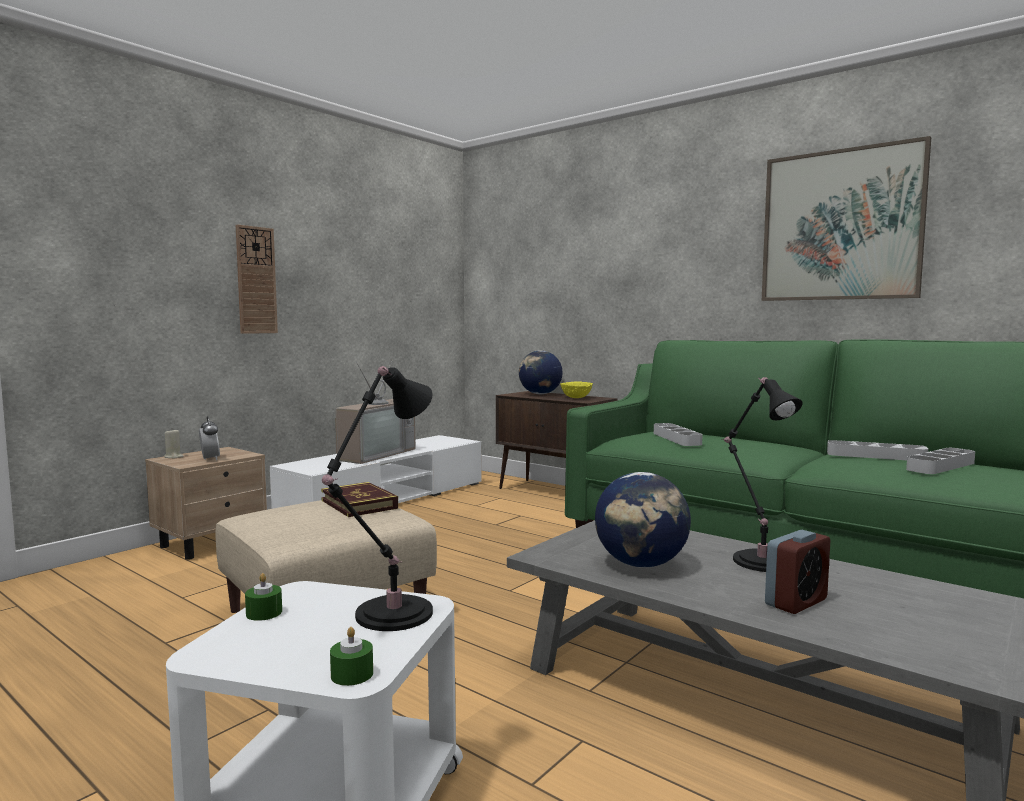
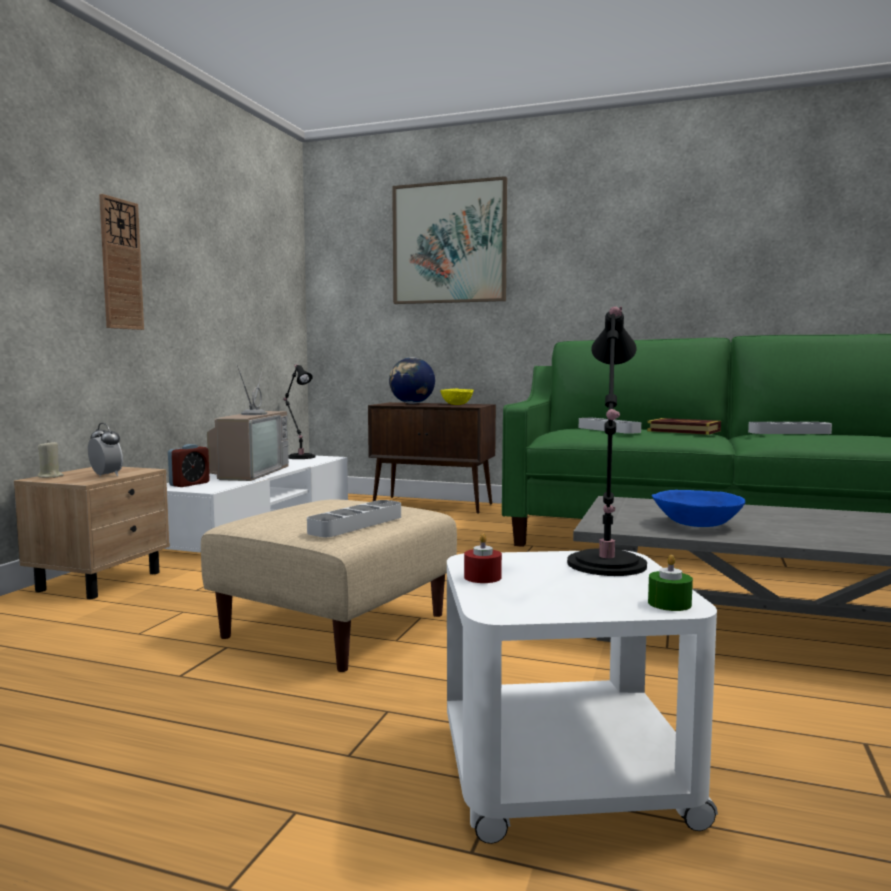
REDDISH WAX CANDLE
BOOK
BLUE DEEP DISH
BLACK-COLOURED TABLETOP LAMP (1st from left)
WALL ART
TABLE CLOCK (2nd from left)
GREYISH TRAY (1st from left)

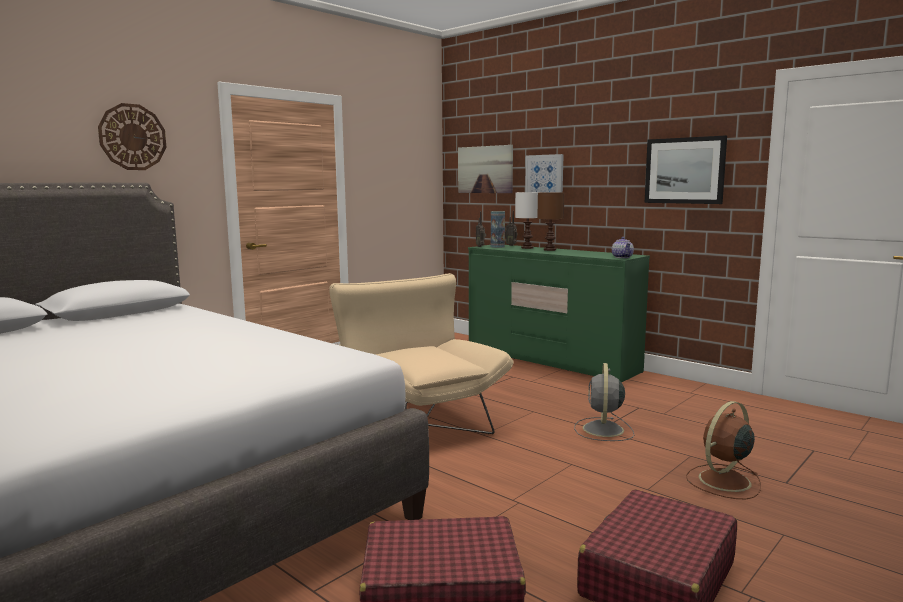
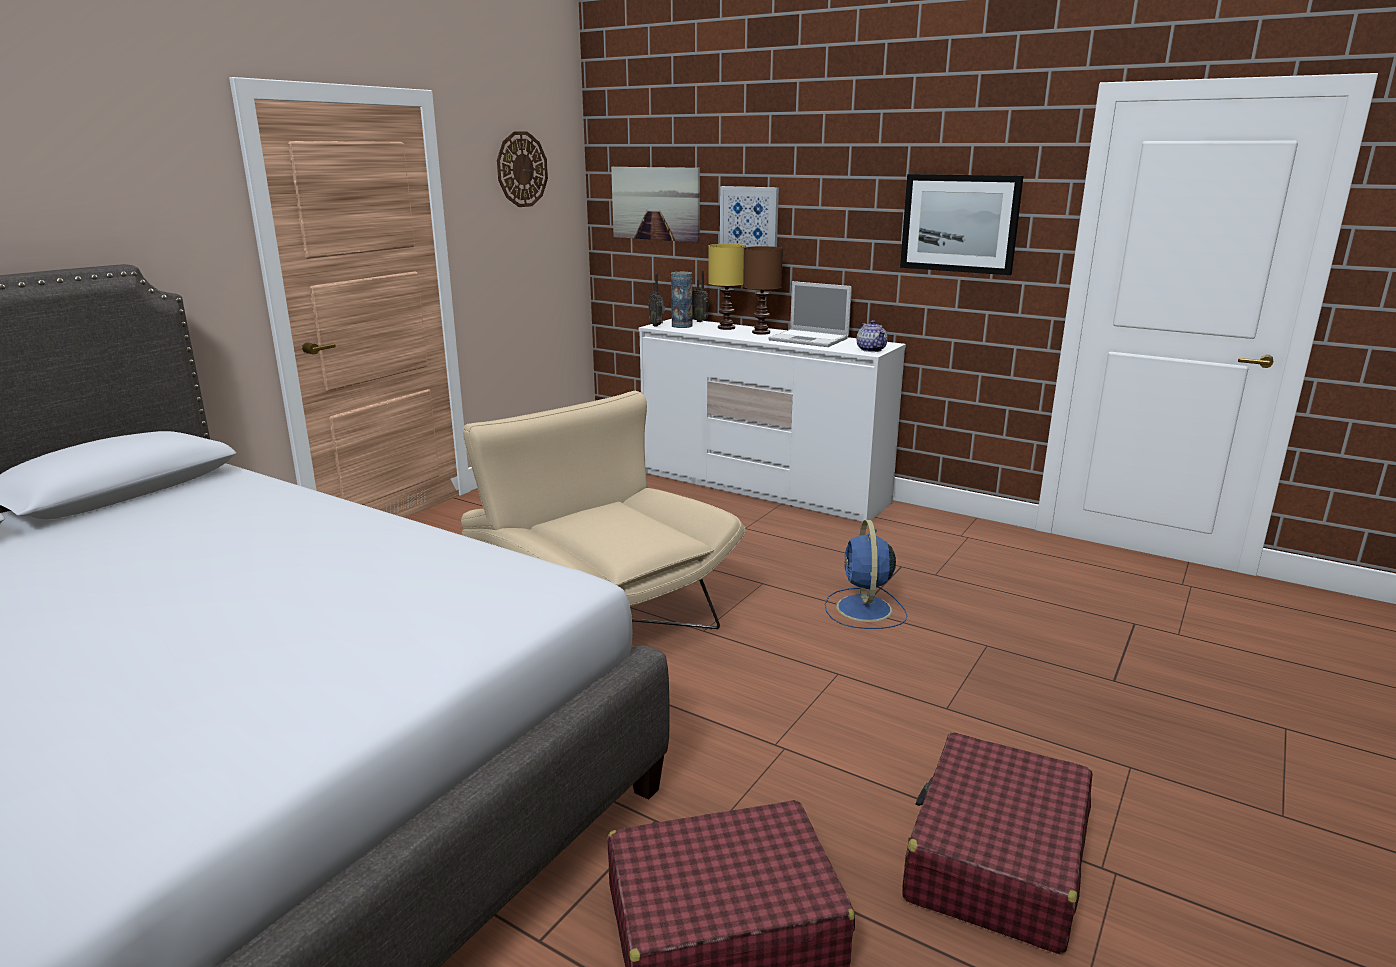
HANGING CLOCK
WHITISH DRAWER CHEST
YELLOW TABLETOP LAMP
BLUE COOLING FAN
BROWNISH COOLING FAN
NOTEBOOK COMPUTER

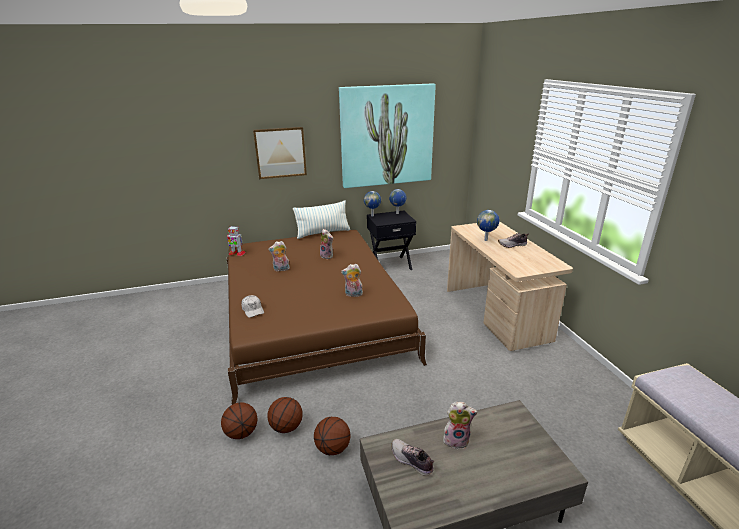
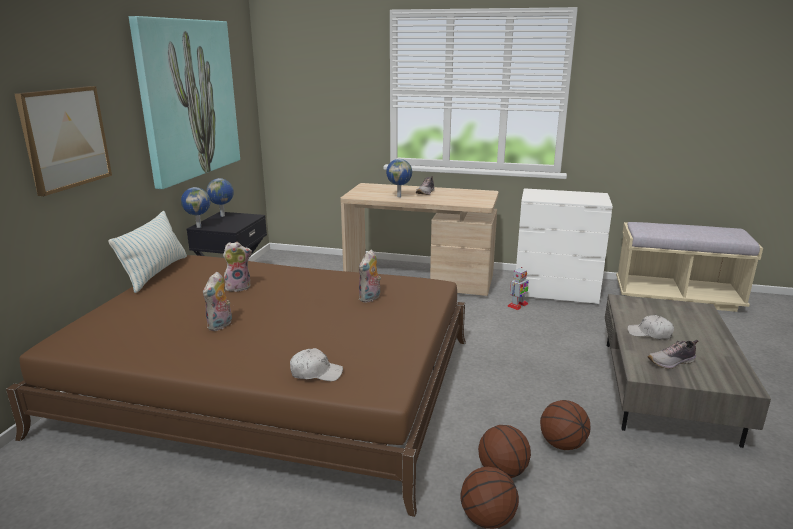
TOY ROBOT
WHITISH PEAKED CAP (2nd from left)
WHITISH DRAWER CHEST

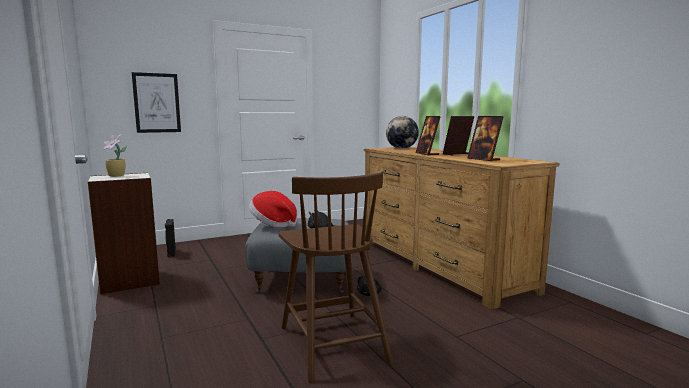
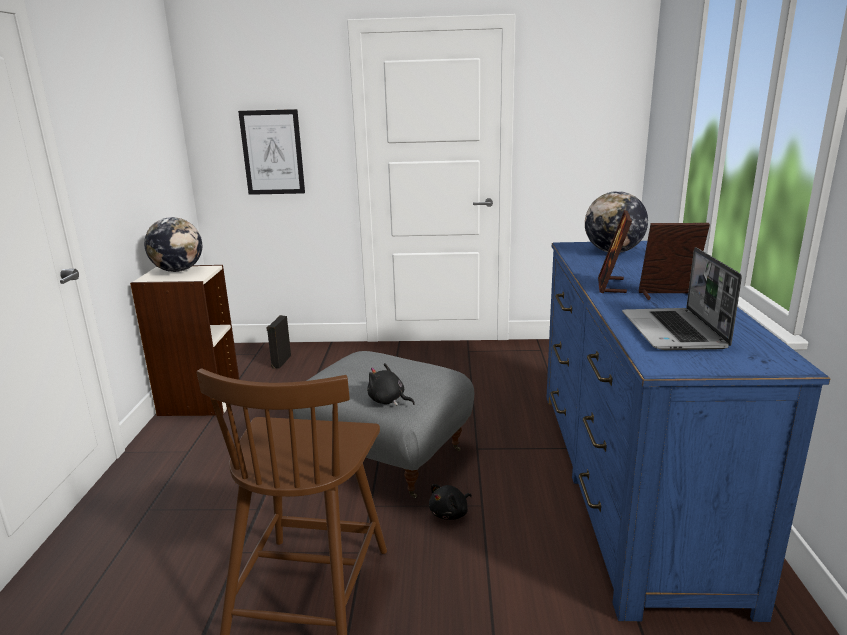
WORLD GLOBE (1st from left)
HAT
BLUE DRAWER CHEST
NOTEBOOK COMPUTER

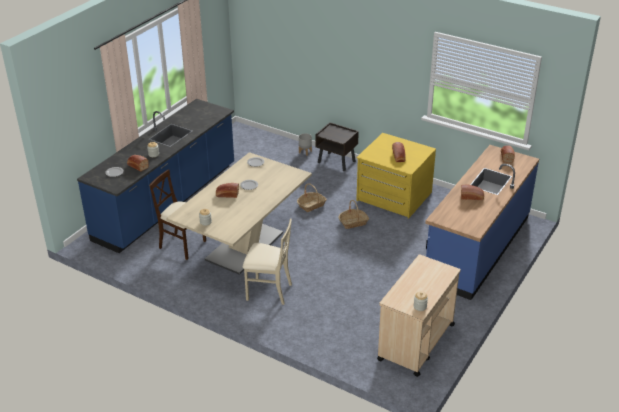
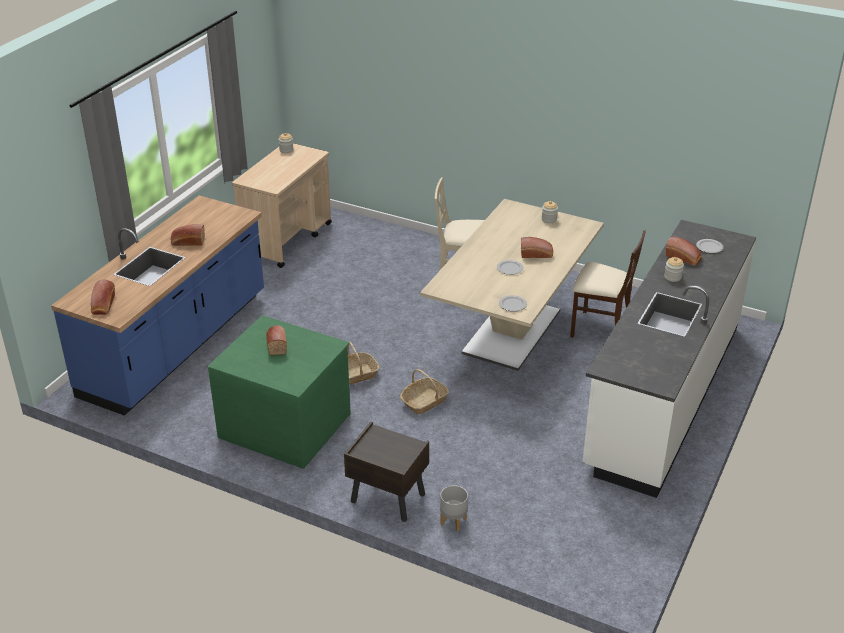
WHITISH KITCHEN COUNTER
GREEN-COLOURED DRAWER CHEST

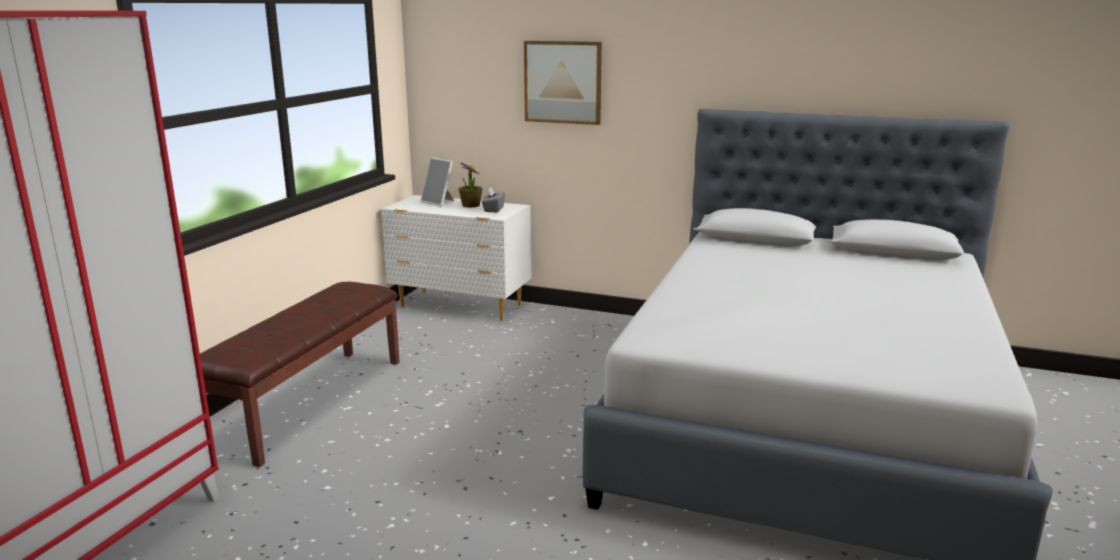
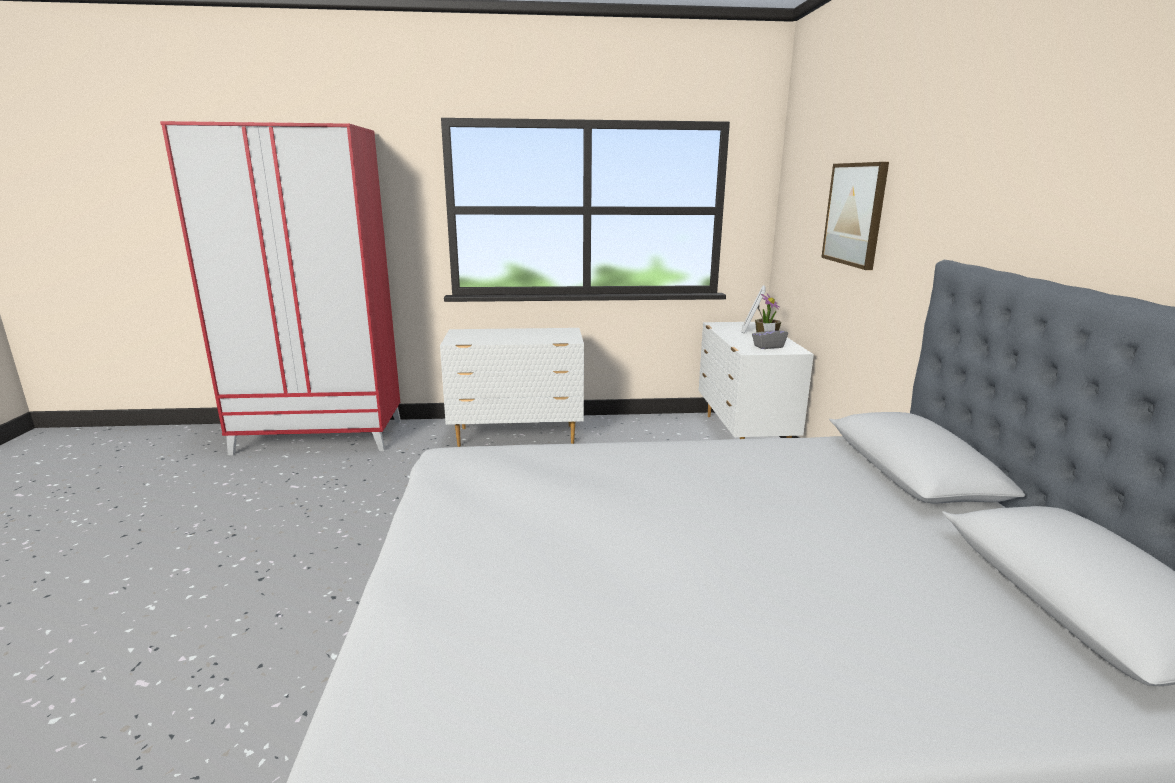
WHITISH DRAWER CHEST (1st from left)

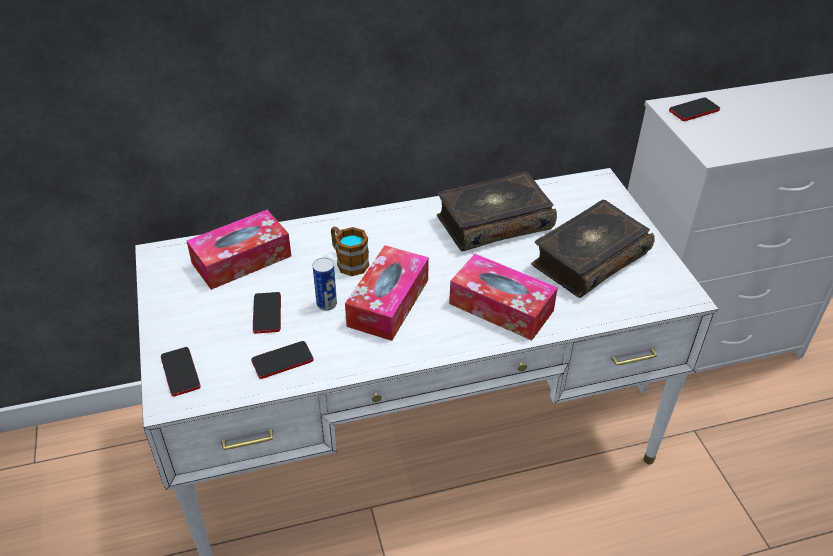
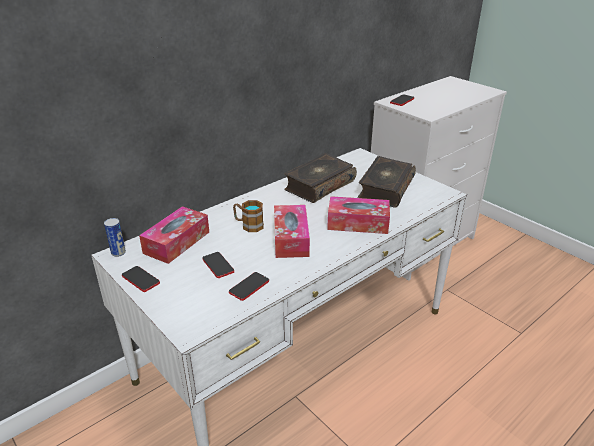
PHONE (1st from left)
CAN

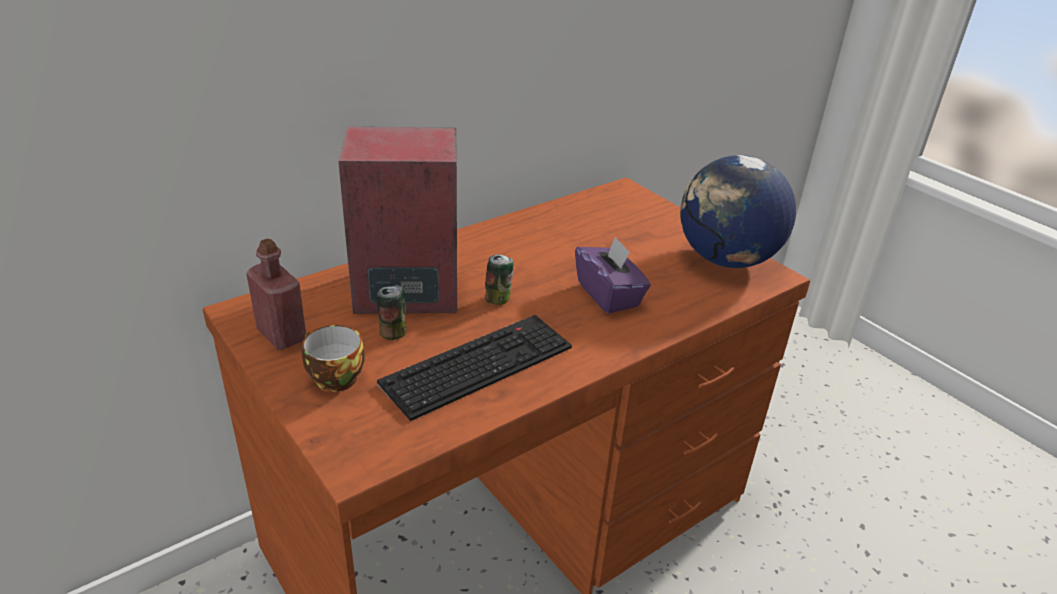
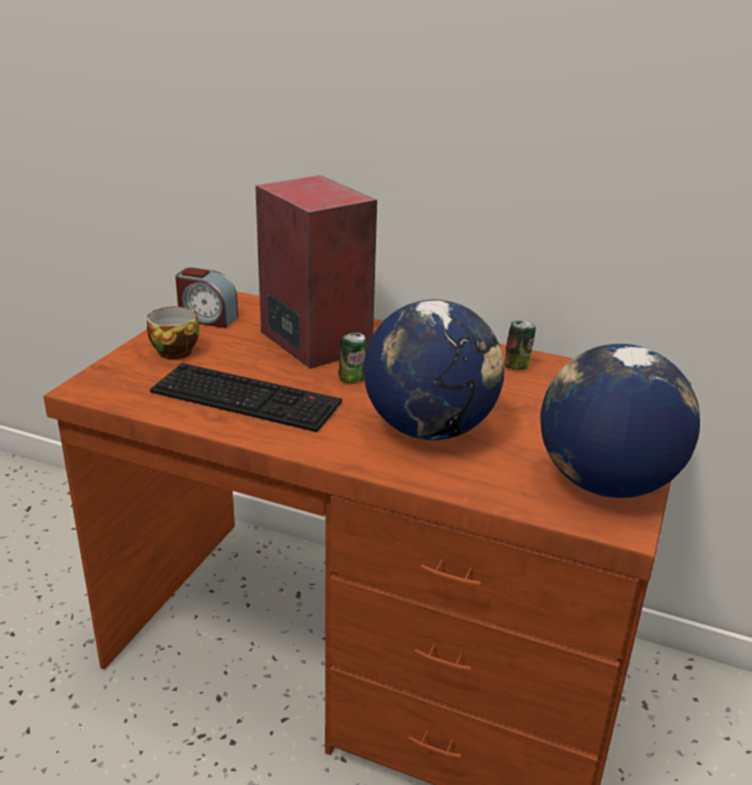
TABLE CLOCK
CAN (2nd from left)
WORLD GLOBE (1st from left)

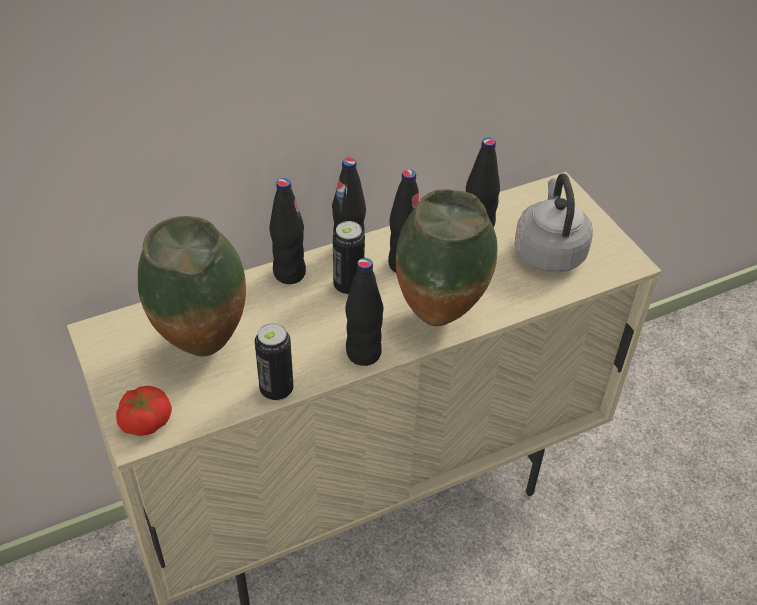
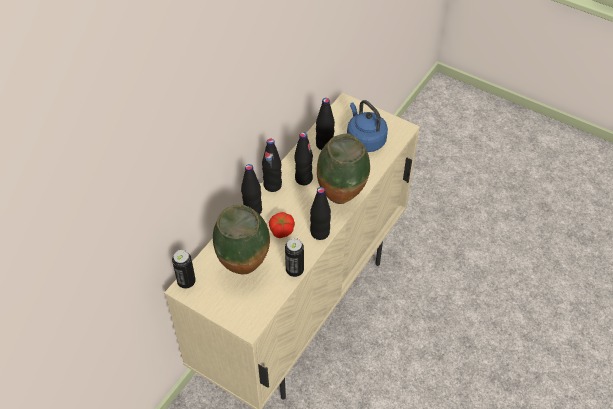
TOMATO
CAN (1st from left)
BLUE WATER KETTLE

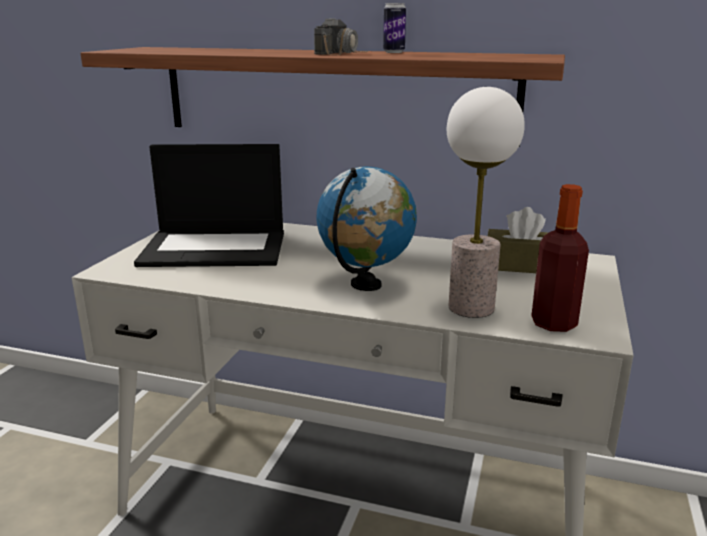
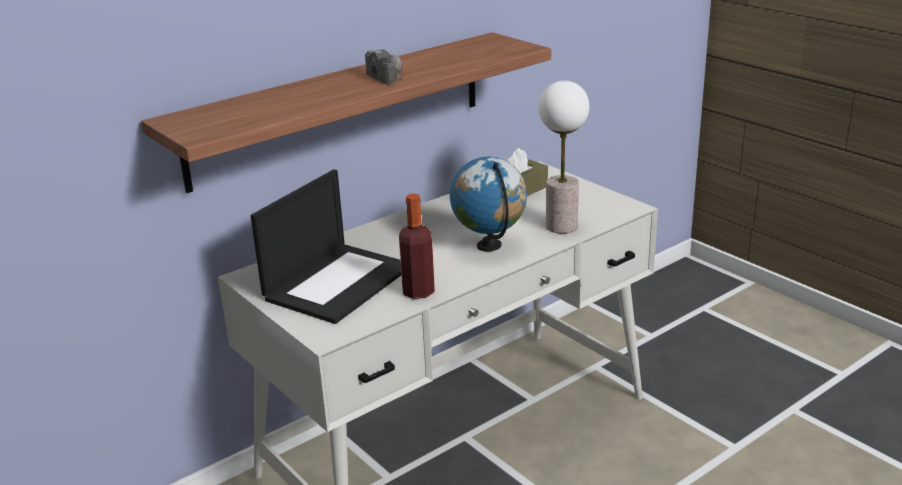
CAN
BEVERAGE BOTTLE

